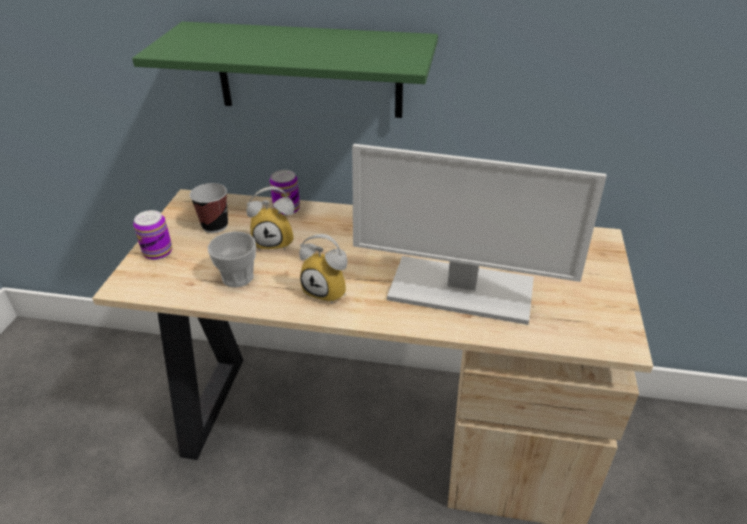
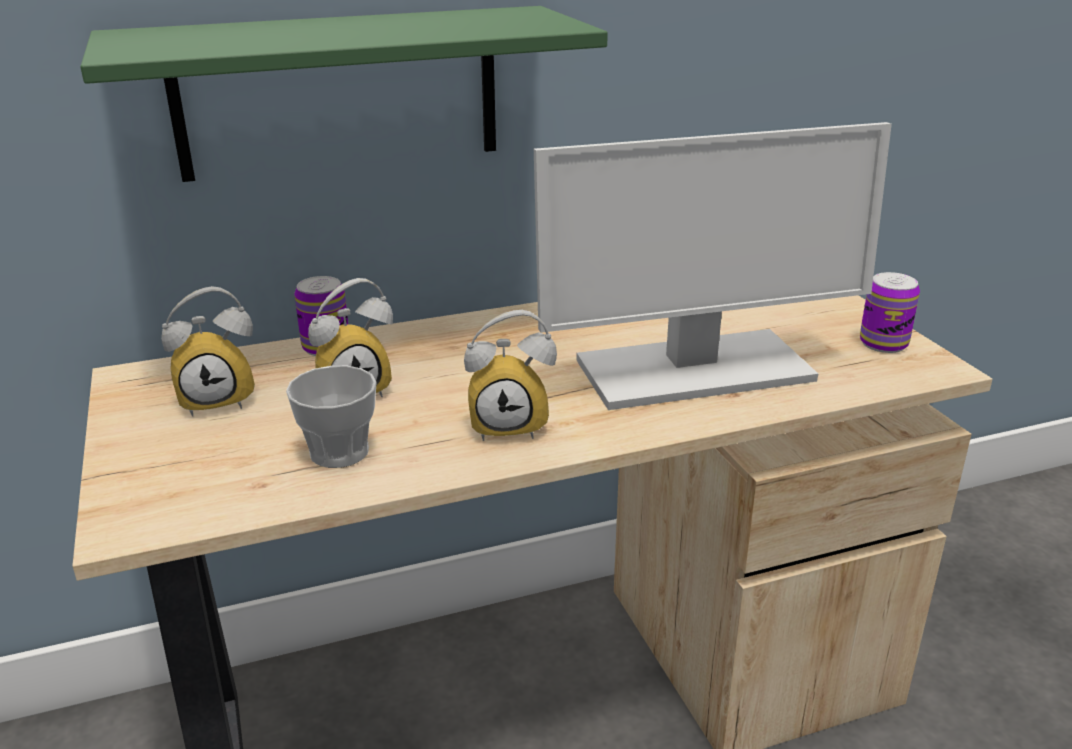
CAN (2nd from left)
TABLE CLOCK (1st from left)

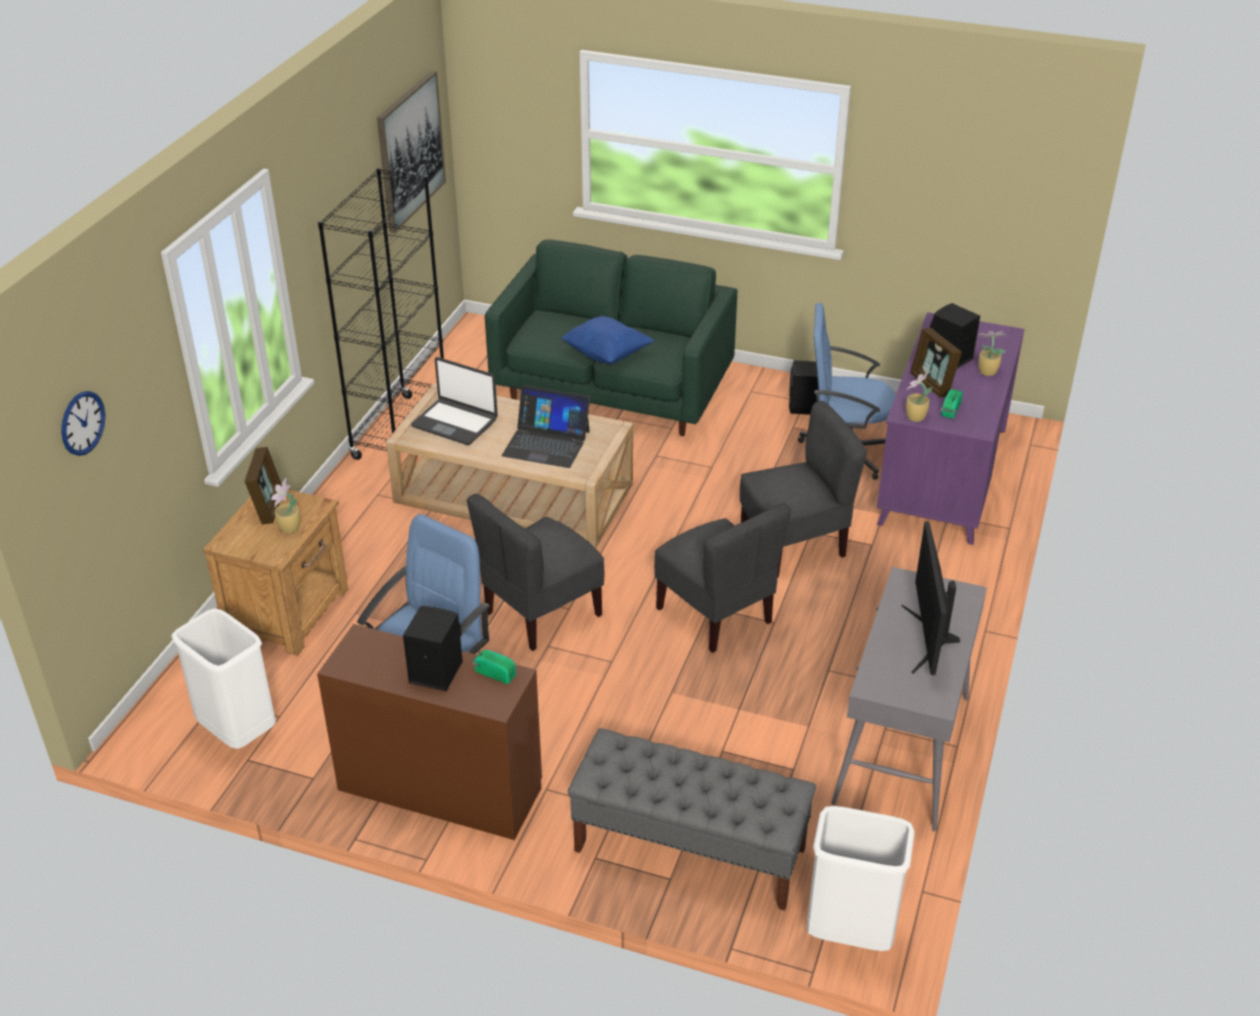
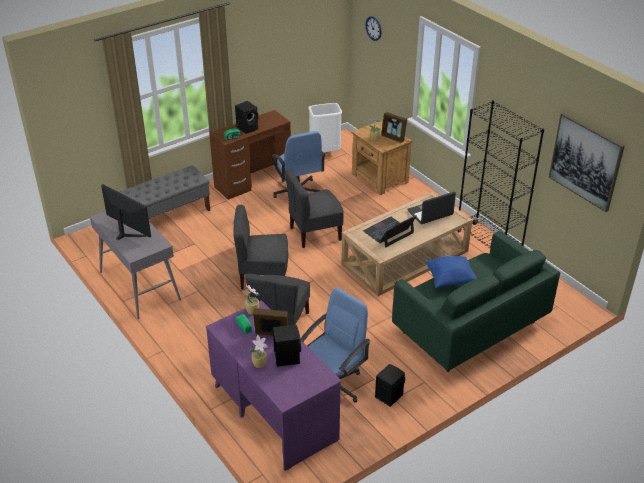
GREYISH CHAIR (3rd from left)
WHITISH RUBBISH BIN (2nd from left in the first image)

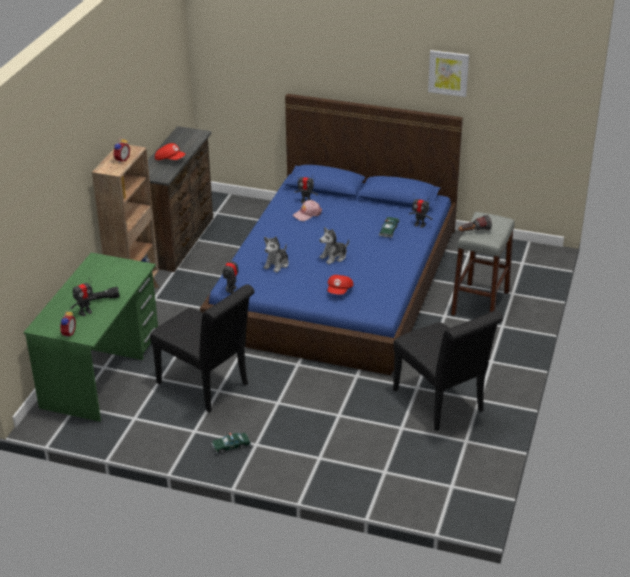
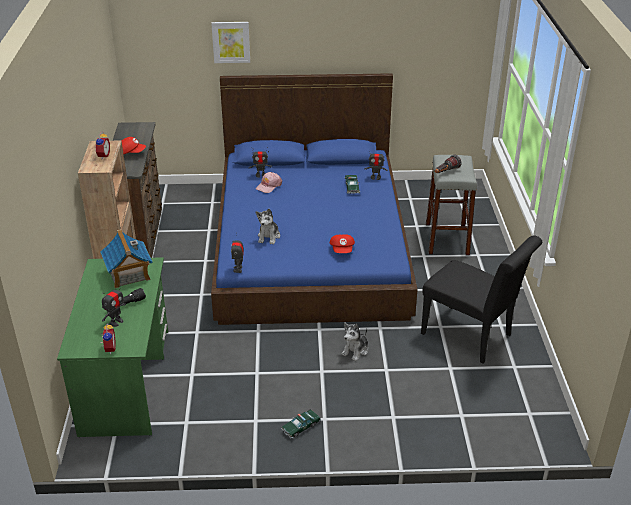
BLACK-COLOURED CHAIR (1st from left in the first image)
CUDDLY TOY (2nd from left)
WALL ART
TOY HOUSE

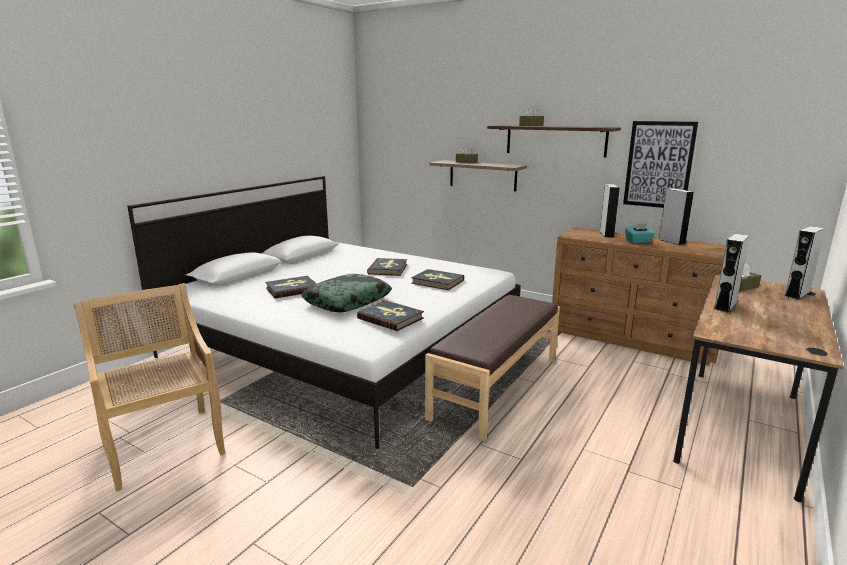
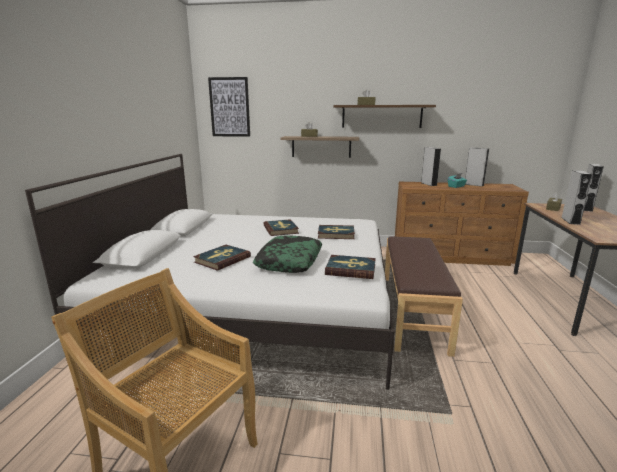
WALL ART

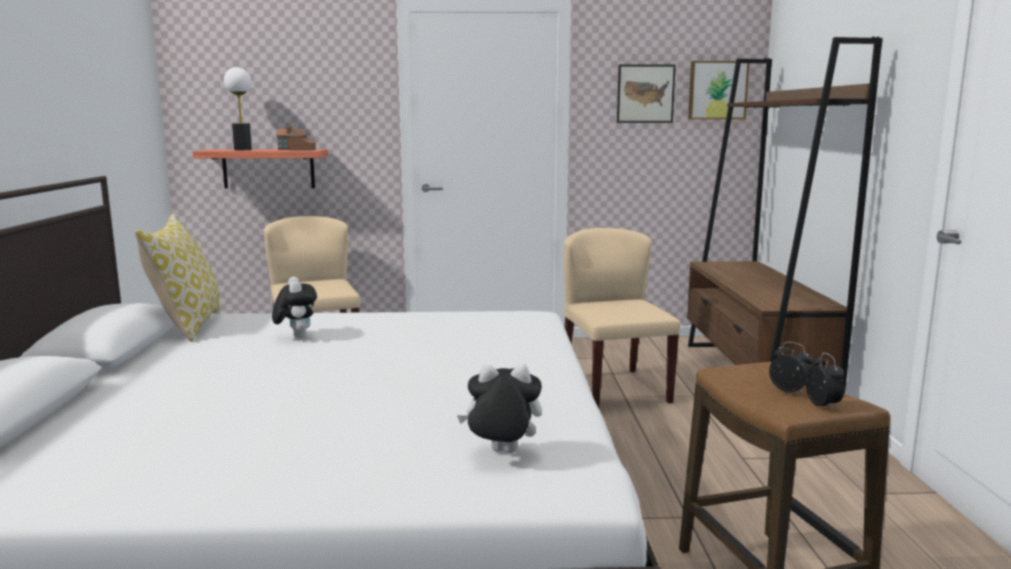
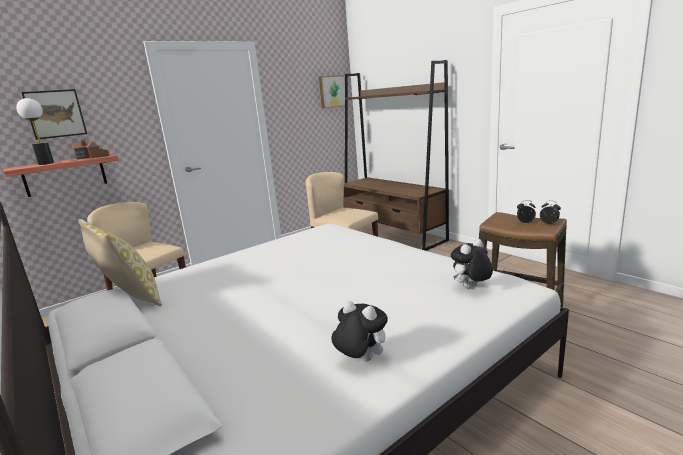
CUDDLY TOY (1st from left)
WALL ART (1st from left)

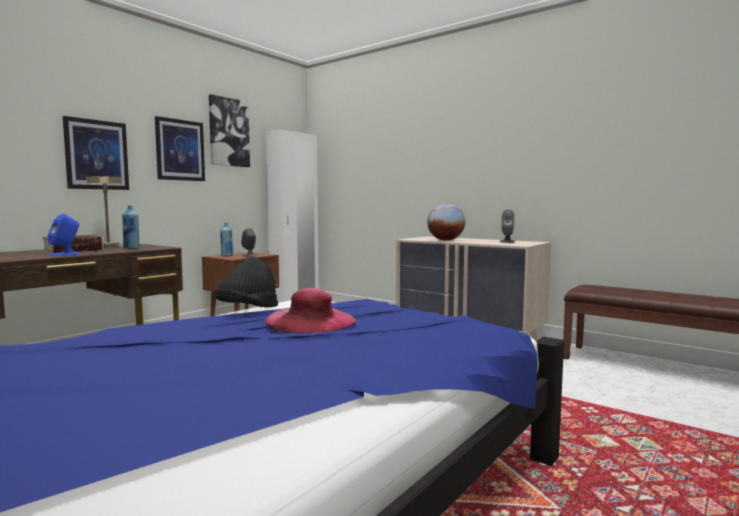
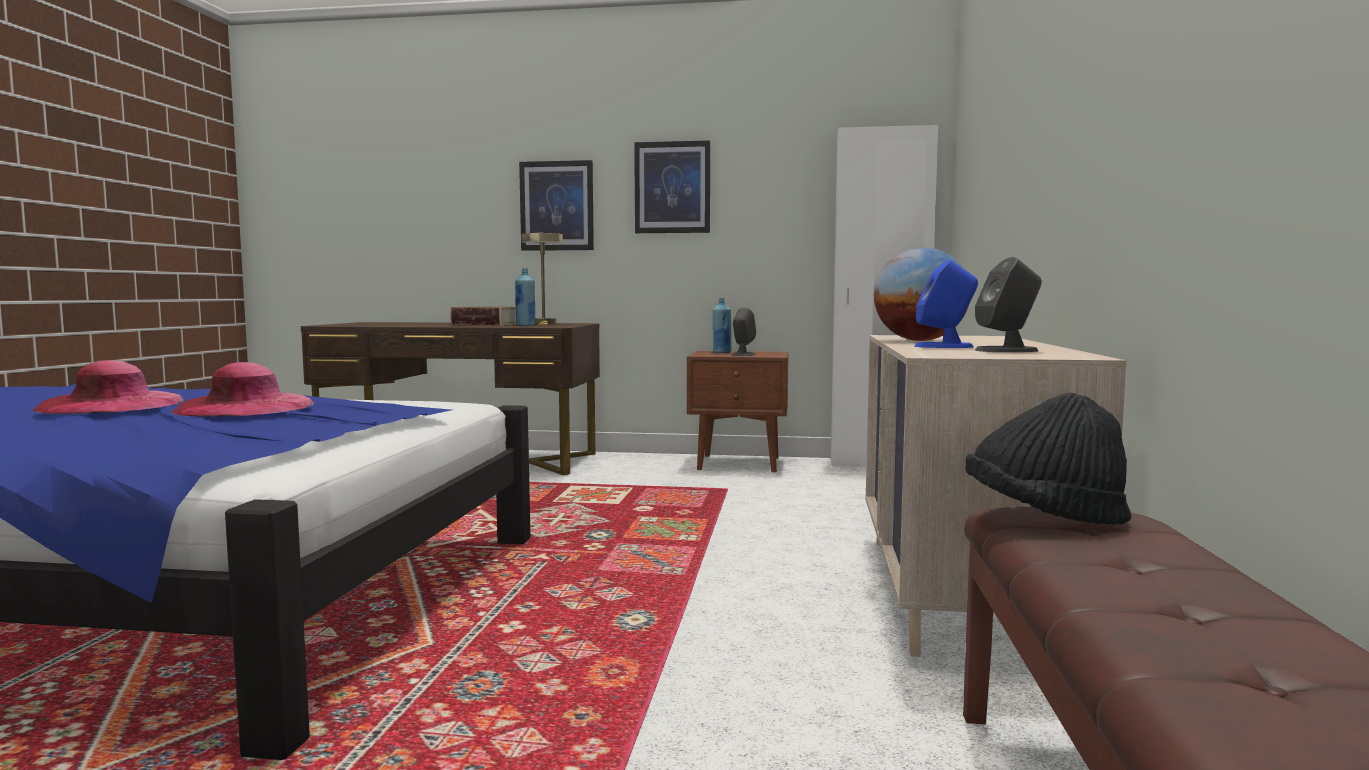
BLUE AUDIO SPEAKER
WALL ART (3rd from left in the first image)
BLACK-COLOURED HAT
PINK-COLOURED HAT (1st from left)

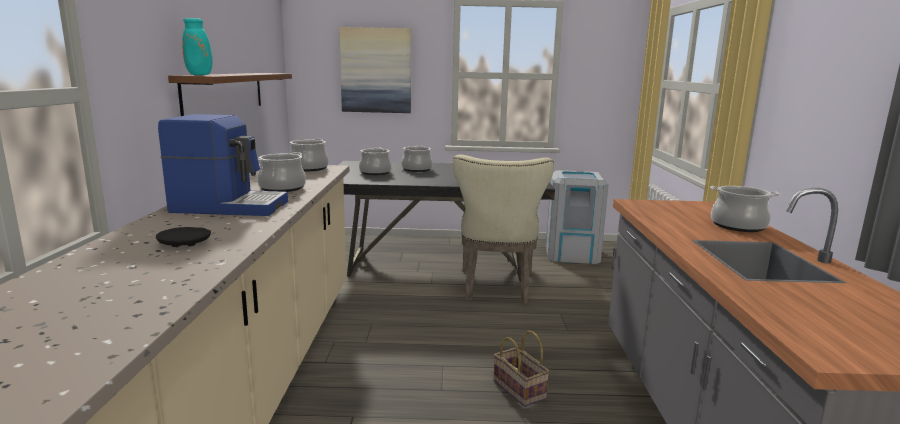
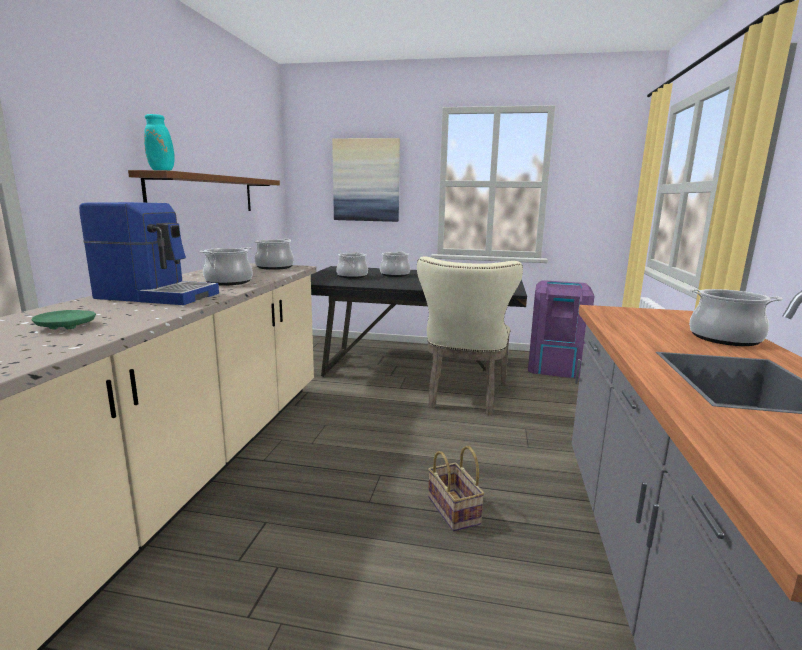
GREEN-COLOURED PLATE
PURPLE-COLOURED RUBBISH BIN

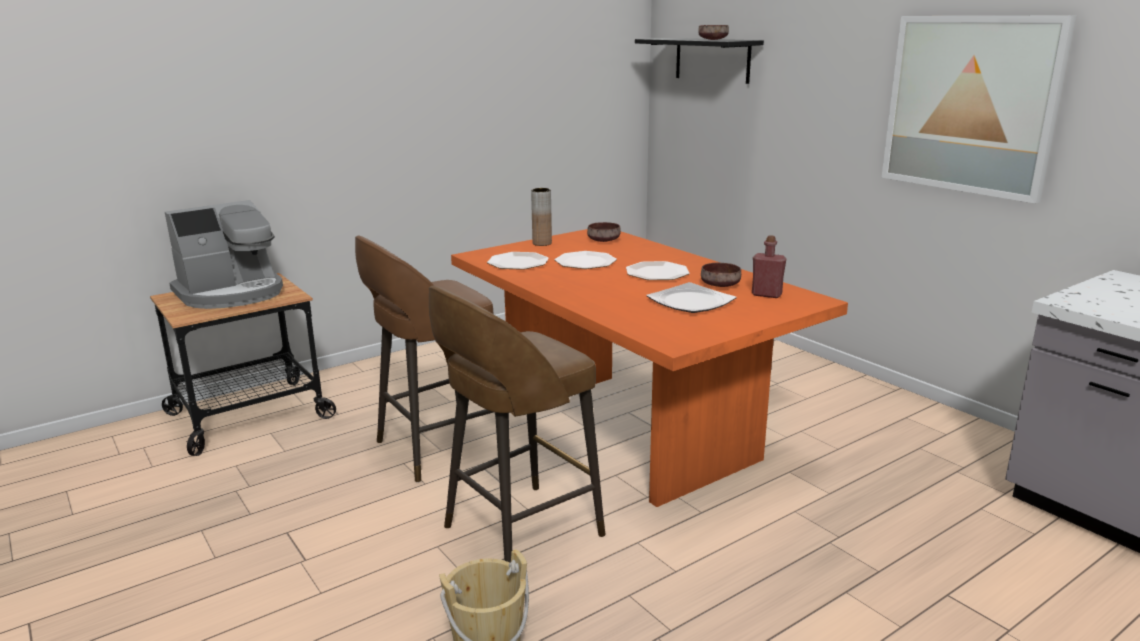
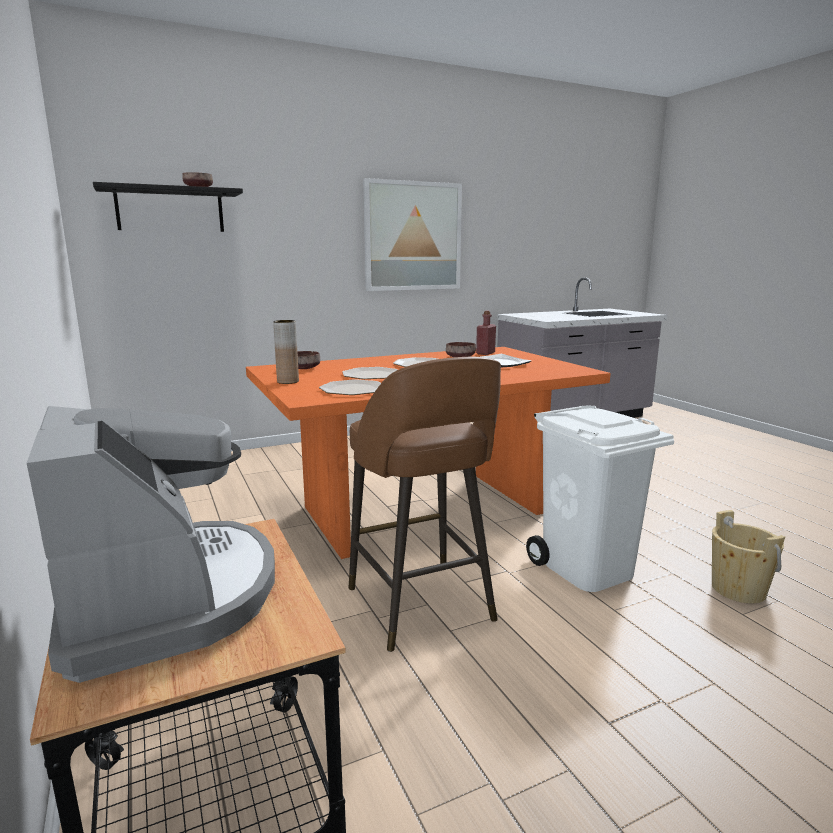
WHITISH RUBBISH BIN

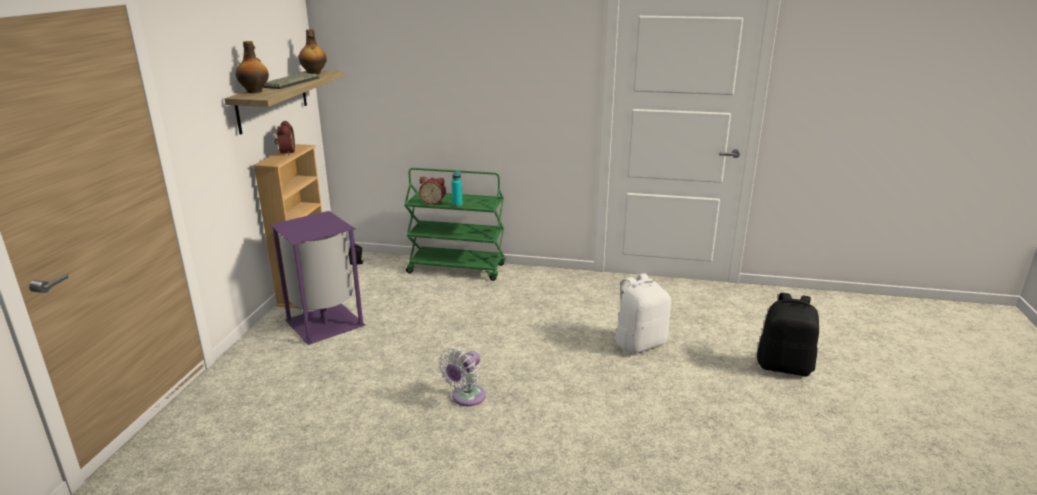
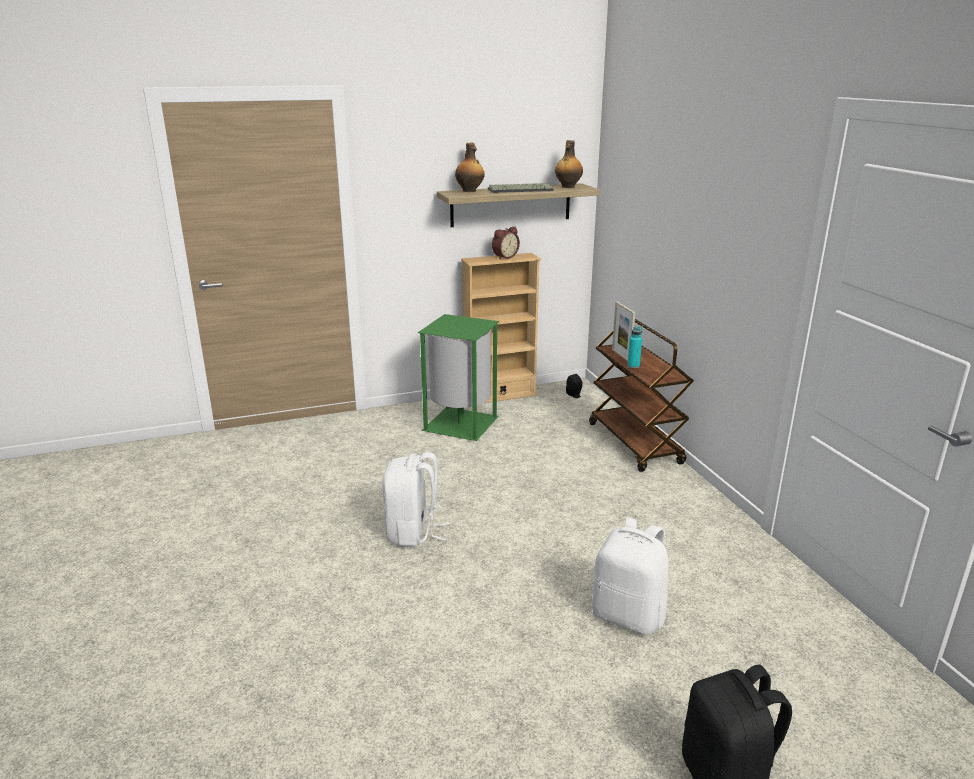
GREEN-COLOURED RUBBISH BIN
BROWNISH TROLLEY
STANDING FRAME
WHITISH KNAPSACK (1st from left)

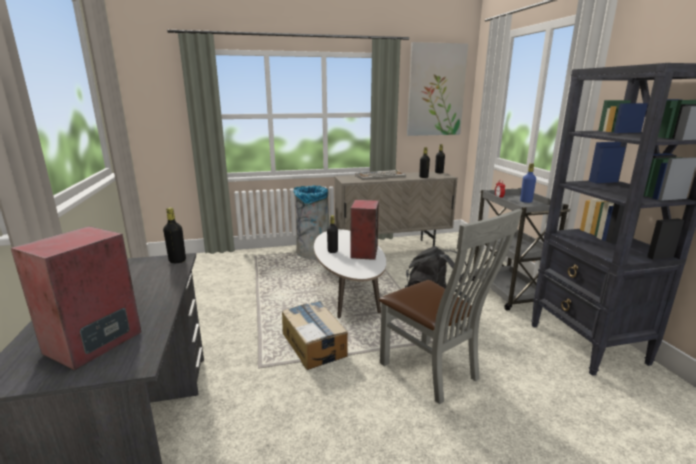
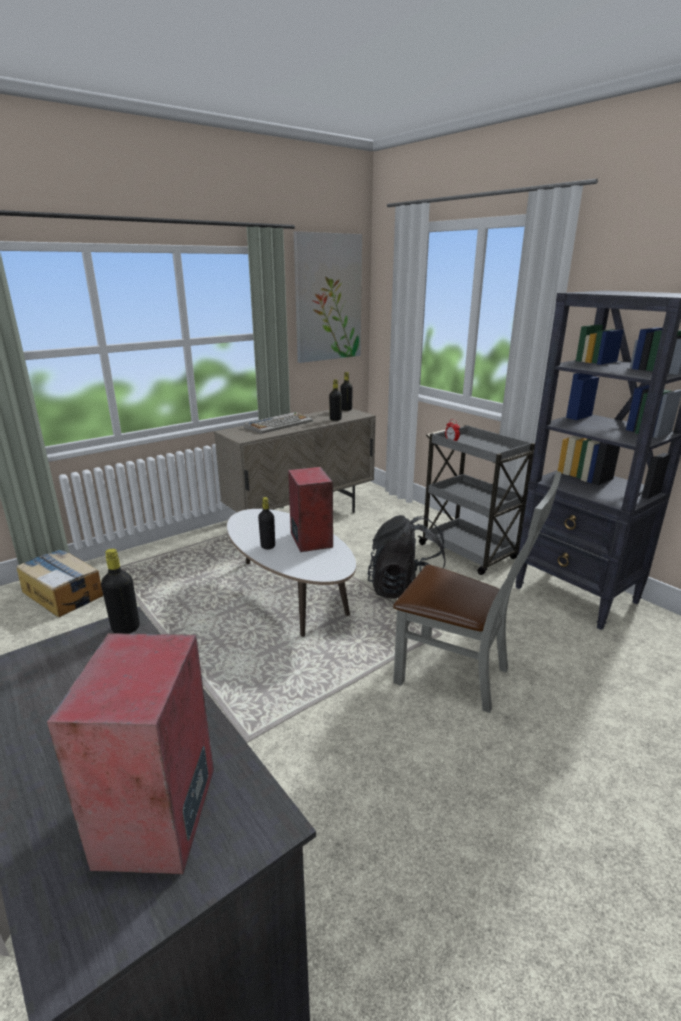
PACKING BOX
GREYISH RUBBISH BIN
BLUE BEVERAGE BOTTLE

